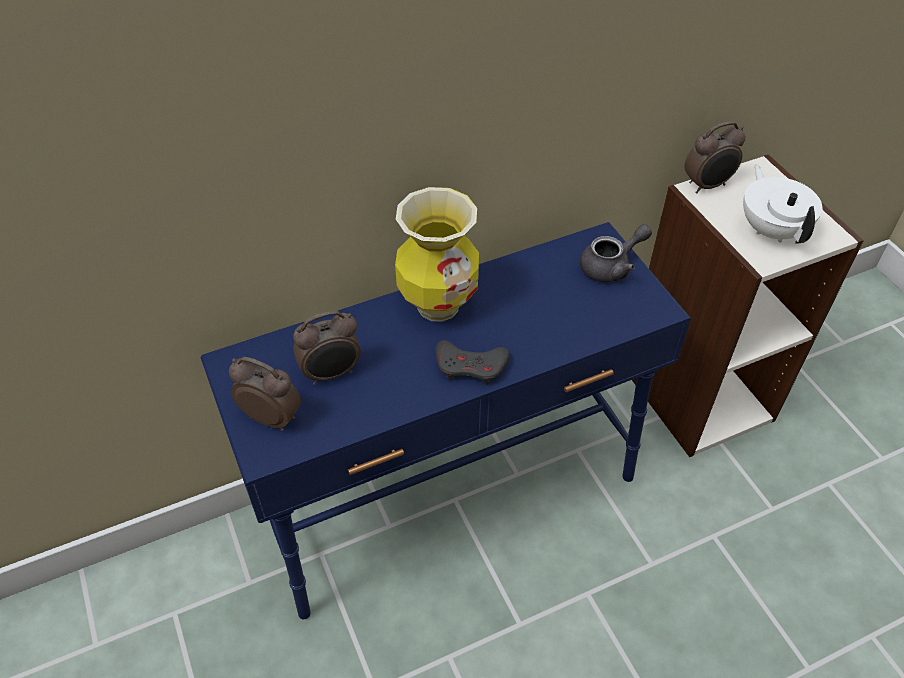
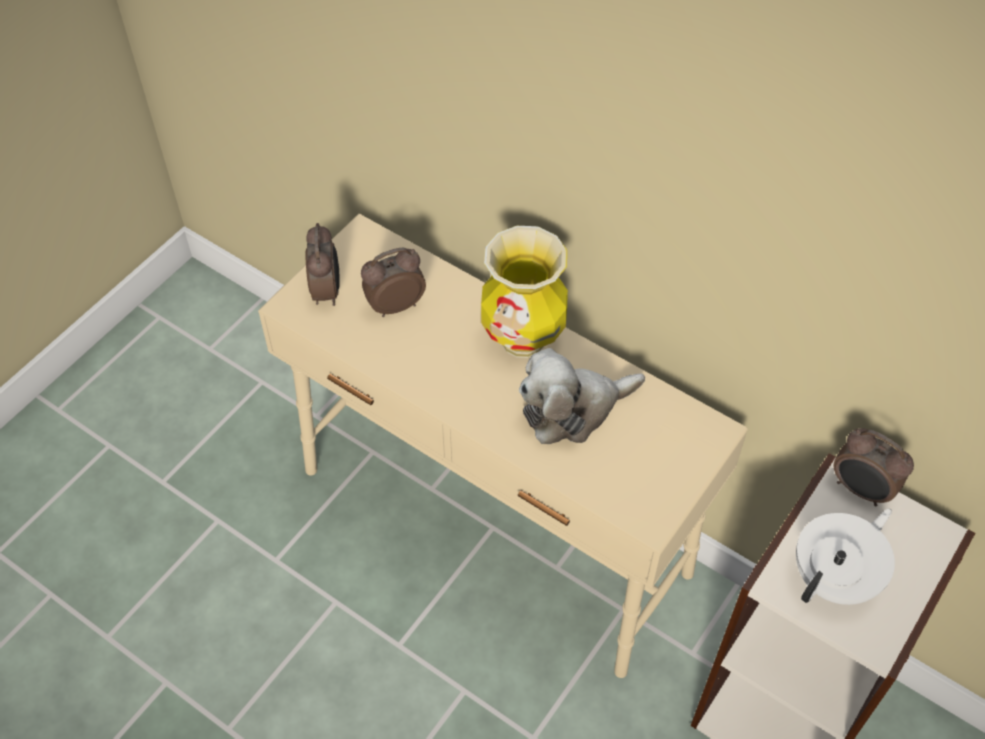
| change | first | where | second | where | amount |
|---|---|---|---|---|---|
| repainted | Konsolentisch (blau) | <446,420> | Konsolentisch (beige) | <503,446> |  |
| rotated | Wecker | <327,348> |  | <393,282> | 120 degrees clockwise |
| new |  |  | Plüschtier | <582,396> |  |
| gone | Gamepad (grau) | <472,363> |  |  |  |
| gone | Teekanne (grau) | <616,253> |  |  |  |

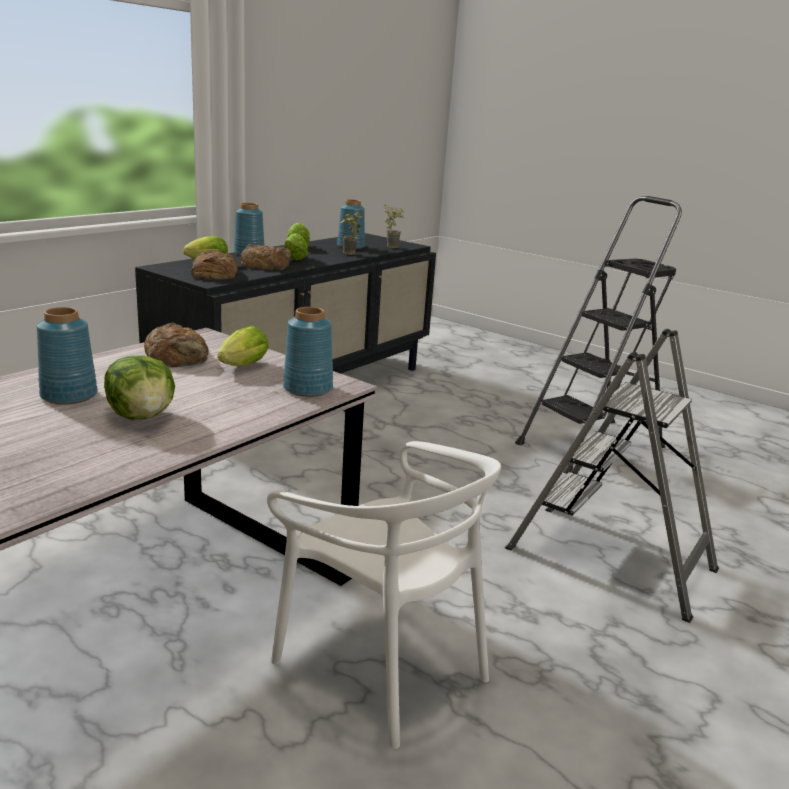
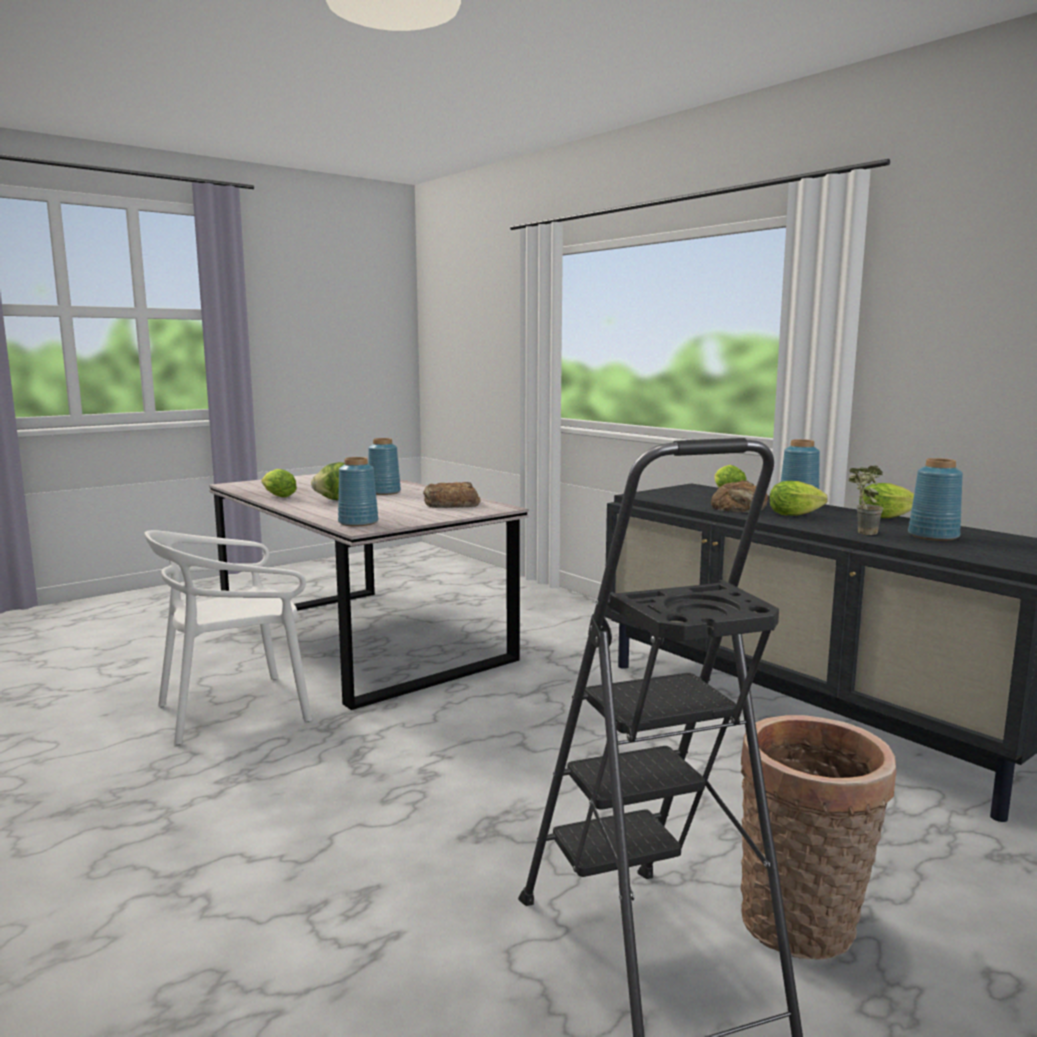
| change | first | where | second | where | amount |
|---|---|---|---|---|---|
| shifted | Salatkopf | <243,346> |  | <279,483> |  |
| new |  |  | Korb | <818,837> |  |
| gone | Brot | <214,265> |  |  |  |
| gone | Topfpflanze | <394,226> |  |  |  |
| gone | Trittleiter (grau) | <612,476> |  |  |  |

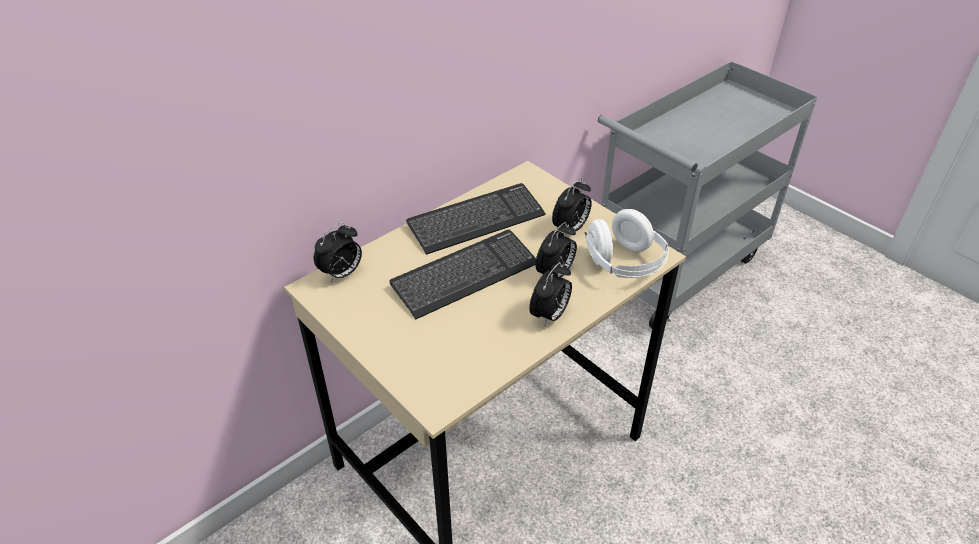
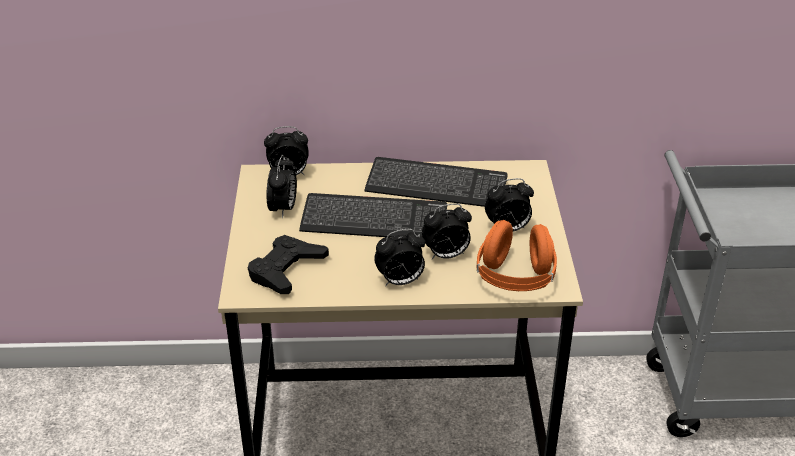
| change | first | where | second | where | amount |
|---|---|---|---|---|---|
| new |  |  | Gamepad (schwarz) | <288,264> |  |
| new |  |  | Wecker | <281,186> |  |
| repainted | Kopfhörer (weiß) | <627,243> | Kopfhörer (orange) | <517,255> |  |

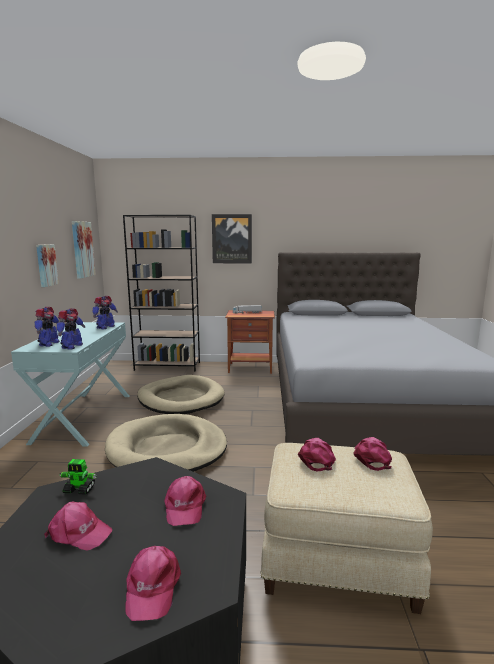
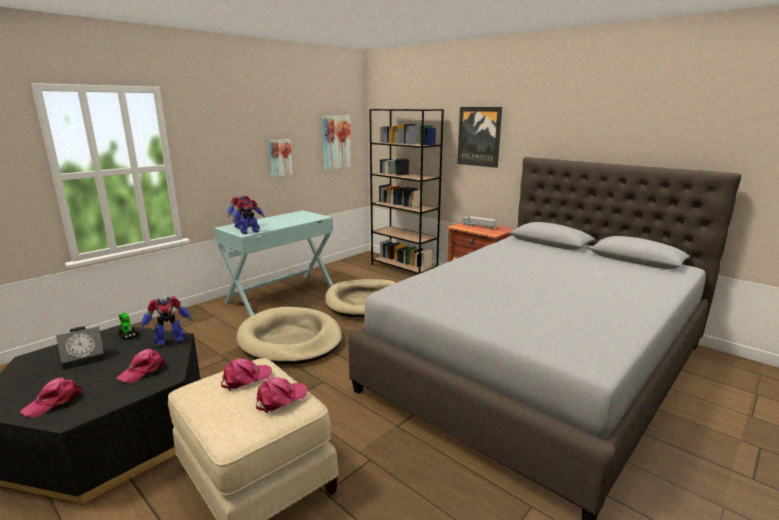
| change | first | where | second | where | amount |
|---|---|---|---|---|---|
| swapped | Kappe (rosa) | <78,526> | Wecker | <80,348> |  |
| shifted | Spielzeugroboter | <105,312> |  | <166,322> |  |

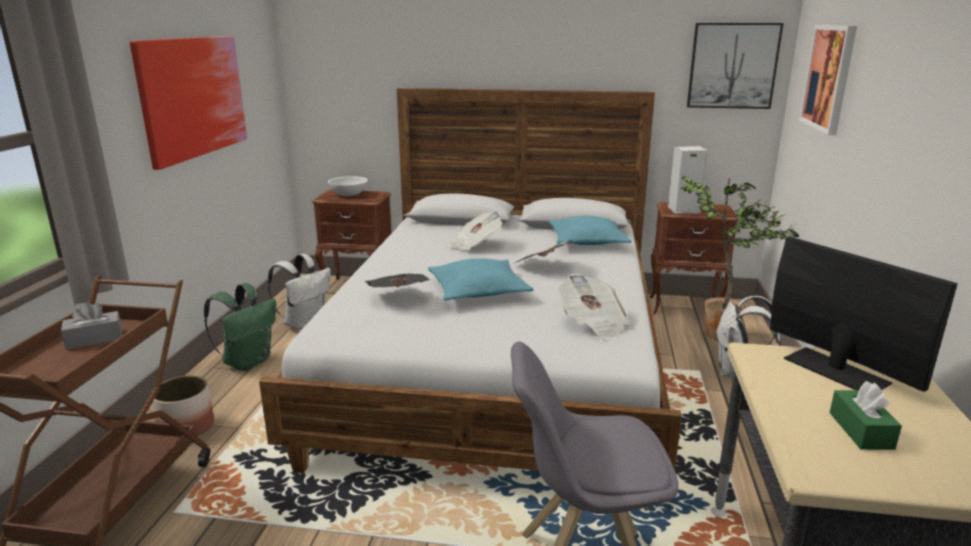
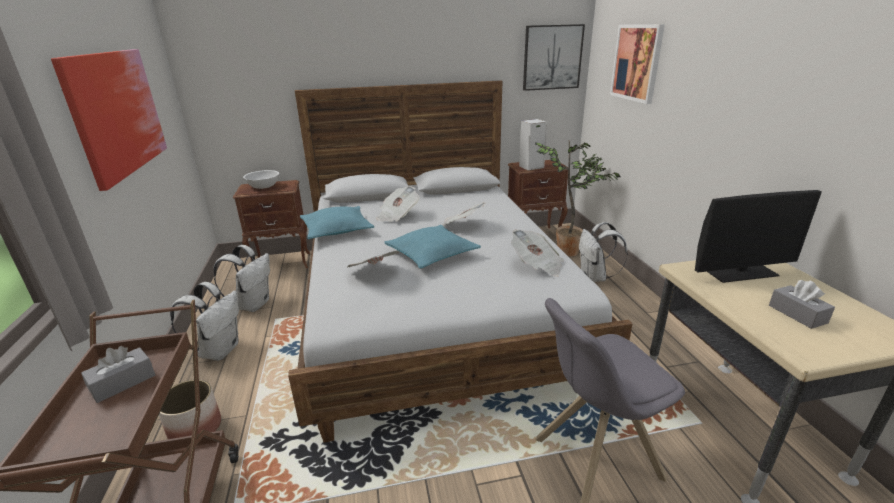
| change | first | where | second | where | amount |
|---|---|---|---|---|---|
| repainted | Rucksack (grün) | <240,327> | Rucksack (weiß) | <204,321> |  |
| shifted | Kissen (türkis) | <590,230> |  | <337,222> |  |
| rotated | Monitor | <864,314> |  | <758,236> | 135 degrees clockwise |
| repainted | Taschentuchbox (grün) | <866,415> | Taschentuchbox (grau) | <802,304> |  |

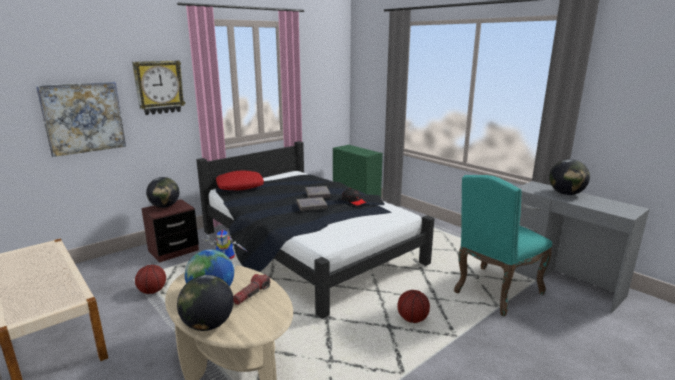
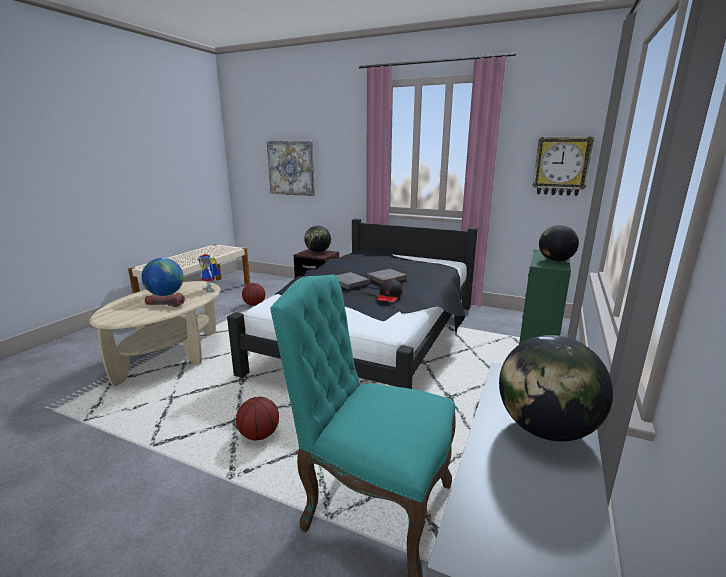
| change | first | where | second | where | amount |
|---|---|---|---|---|---|
| shifted | Wanduhr | <159,88> |  | <563,166> |  |
| shifted | Globus | <205,303> |  | <559,243> |  |
| gone | Kissen (rot) | <240,180> |  |  |  |

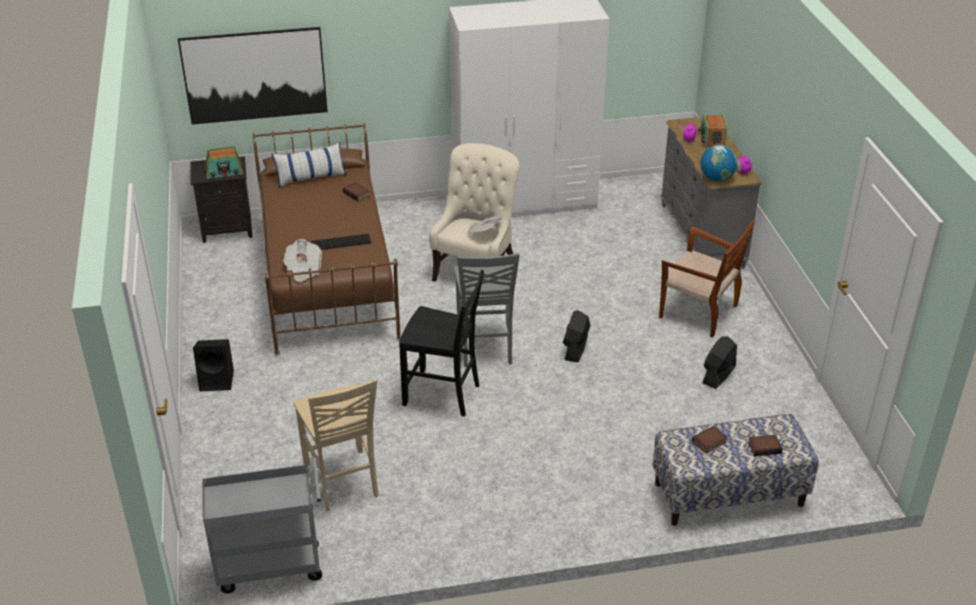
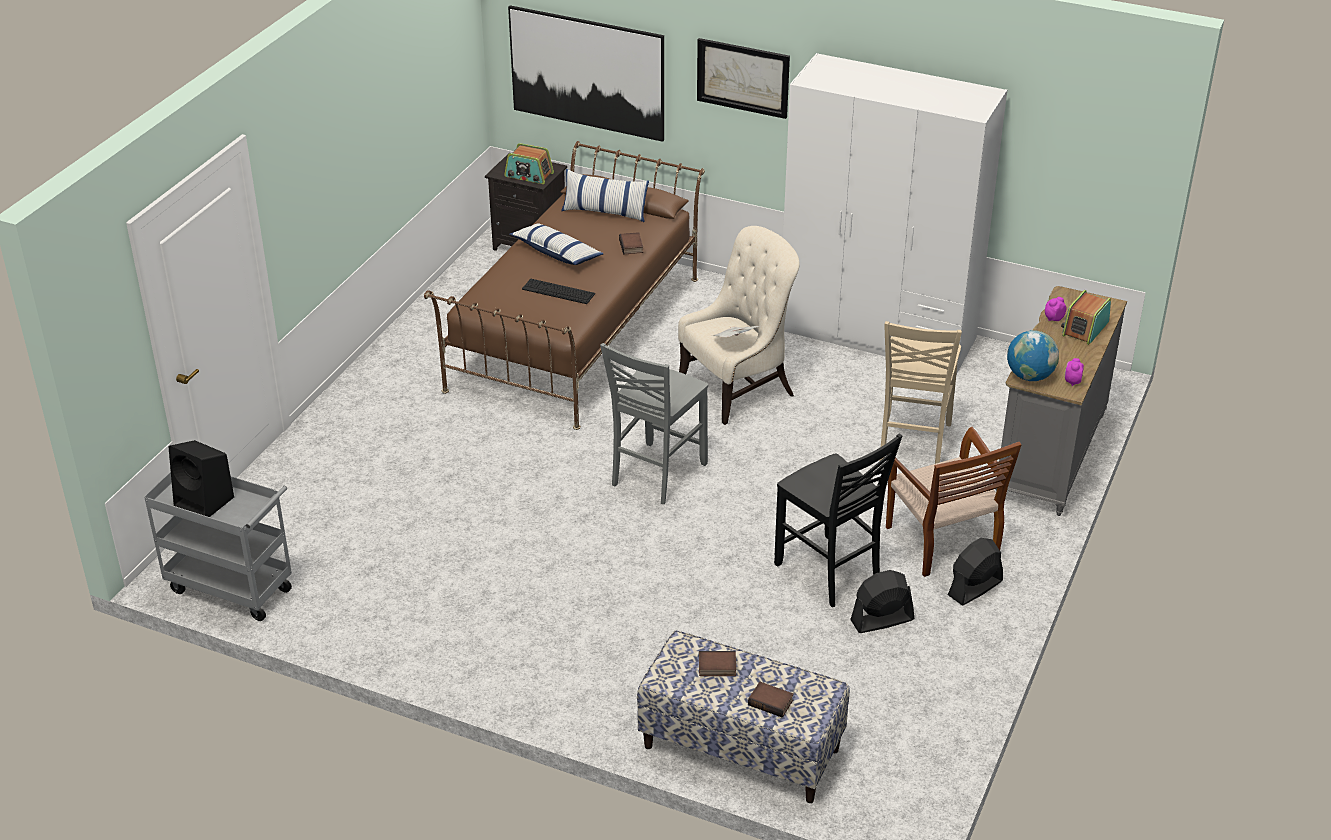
| change | first | where | second | where | amount |
|---|---|---|---|---|---|
| shifted | Lautsprecher (schwarz) | <213,365> |  | <201,478> |  |
| new |  |  | Kissen | <556,244> |  |
| new |  |  | Bild | <743,78> |  |
| shifted | Stuhl (schwarz) | <441,343> |  | <838,520> |  |
| shifted | Stuhl (beige) | <336,444> |  | <920,392> |  |
| shifted | Ventilator (schwarz) | <577,336> |  | <975,572> |  |
| gone | Zeitung | <302,260> |  |  |  |

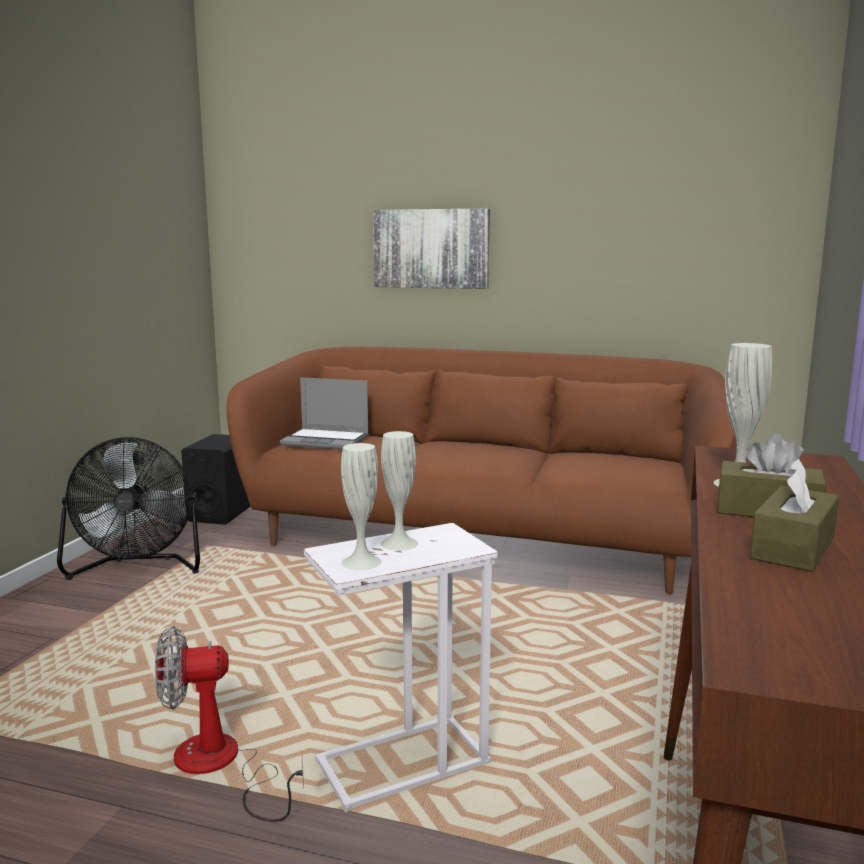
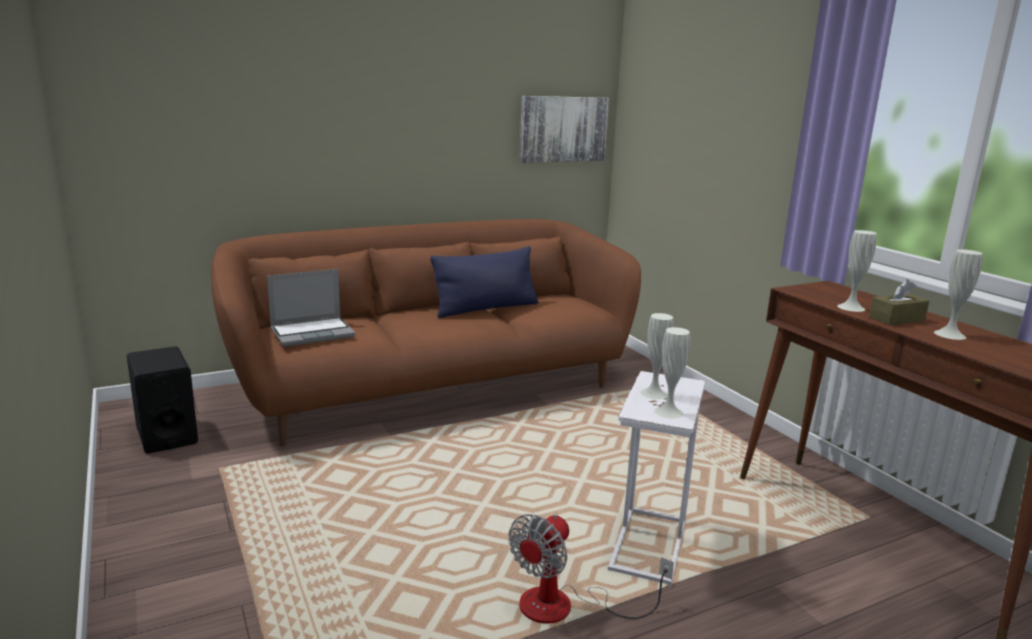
| change | first | where | second | where | amount |
|---|---|---|---|---|---|
| new |  |  | Kissen (blau) | <484,282> |  |
| shifted | Bild | <431,248> |  | <564,129> |  |
| swapped | Taschentuchbox (braun) | <794,515> | Vase (weiß) | <958,294> |  |
| gone | Ventilator (schwarz) | <128,508> |  |  |  |

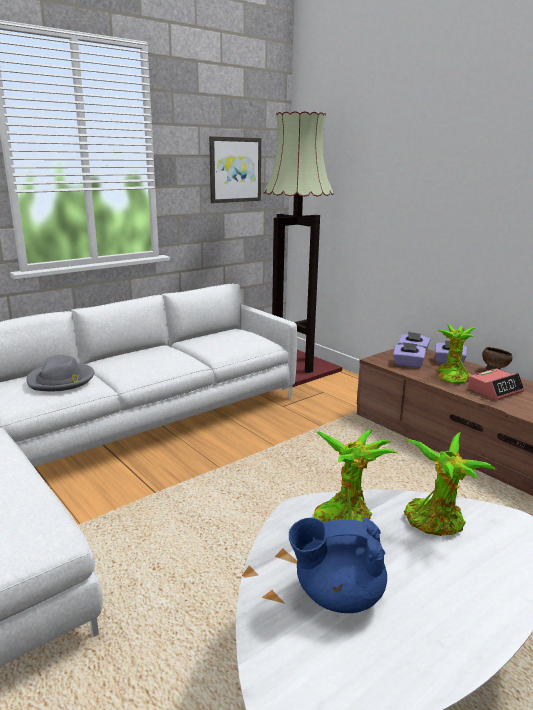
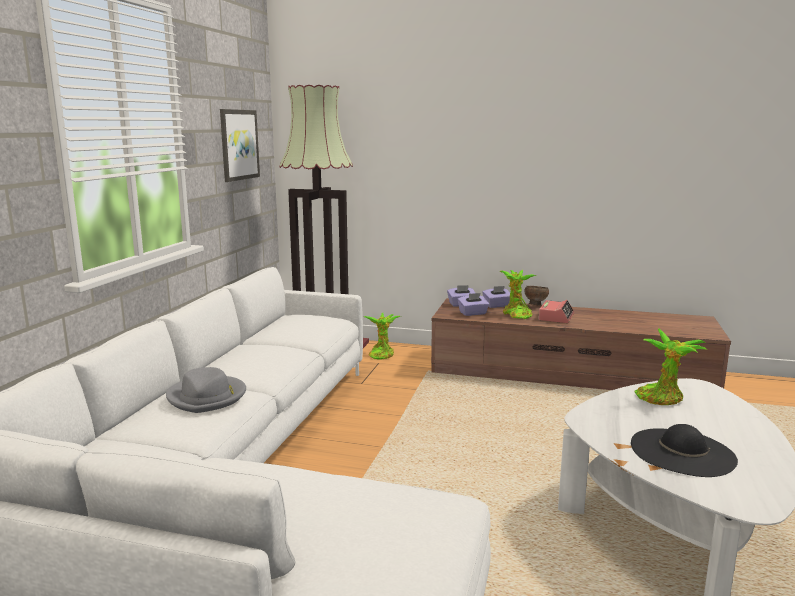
| change | first | where | second | where | amount |
|---|---|---|---|---|---|
| shifted | Topfpflanze | <356,476> |  | <382,336> |  |
| swapped | Teekanne (blau) | <338,565> | Hut (schwarz) | <684,450> |  |

